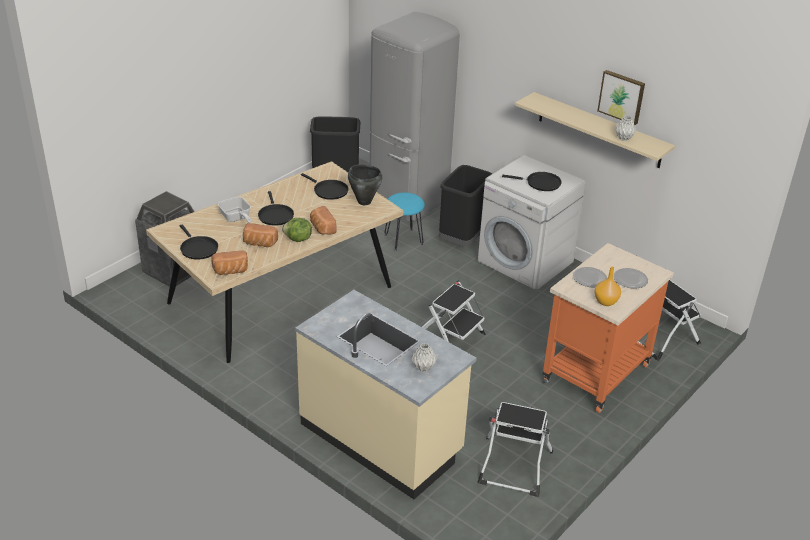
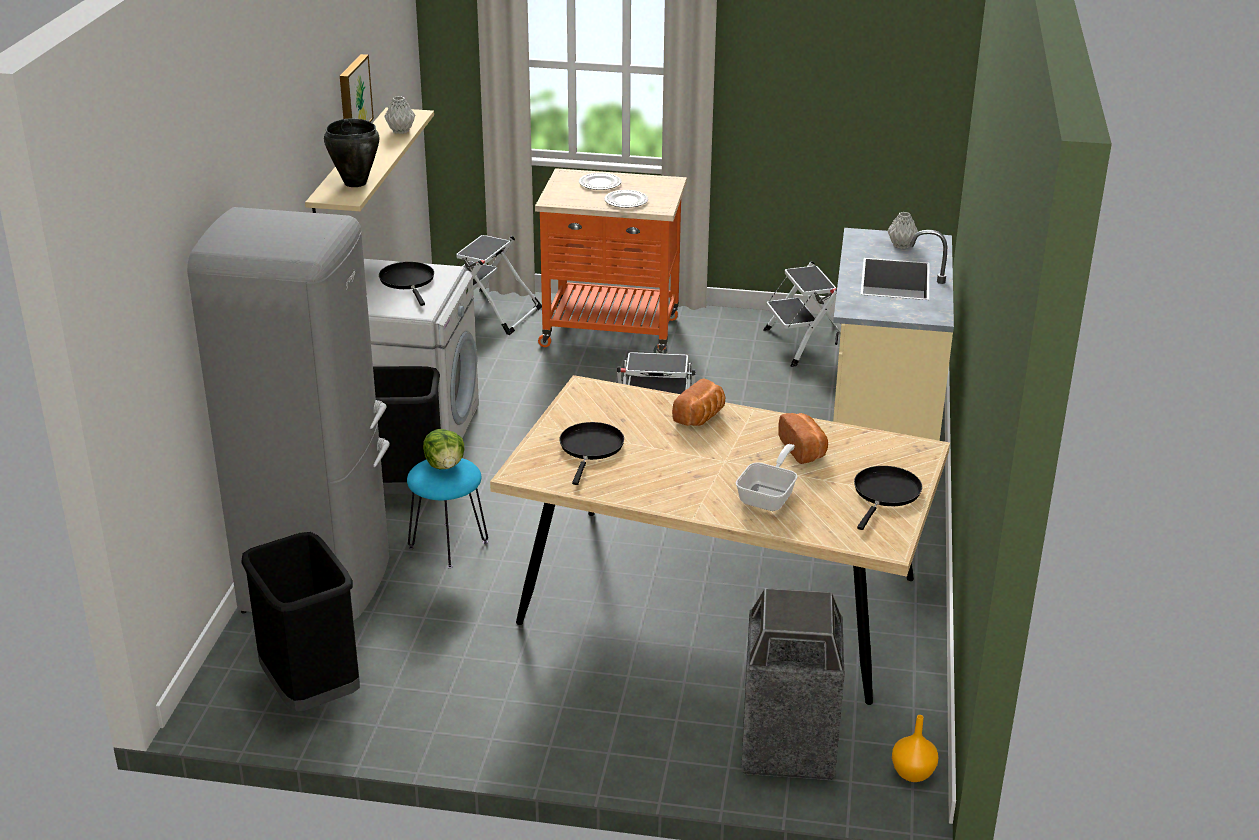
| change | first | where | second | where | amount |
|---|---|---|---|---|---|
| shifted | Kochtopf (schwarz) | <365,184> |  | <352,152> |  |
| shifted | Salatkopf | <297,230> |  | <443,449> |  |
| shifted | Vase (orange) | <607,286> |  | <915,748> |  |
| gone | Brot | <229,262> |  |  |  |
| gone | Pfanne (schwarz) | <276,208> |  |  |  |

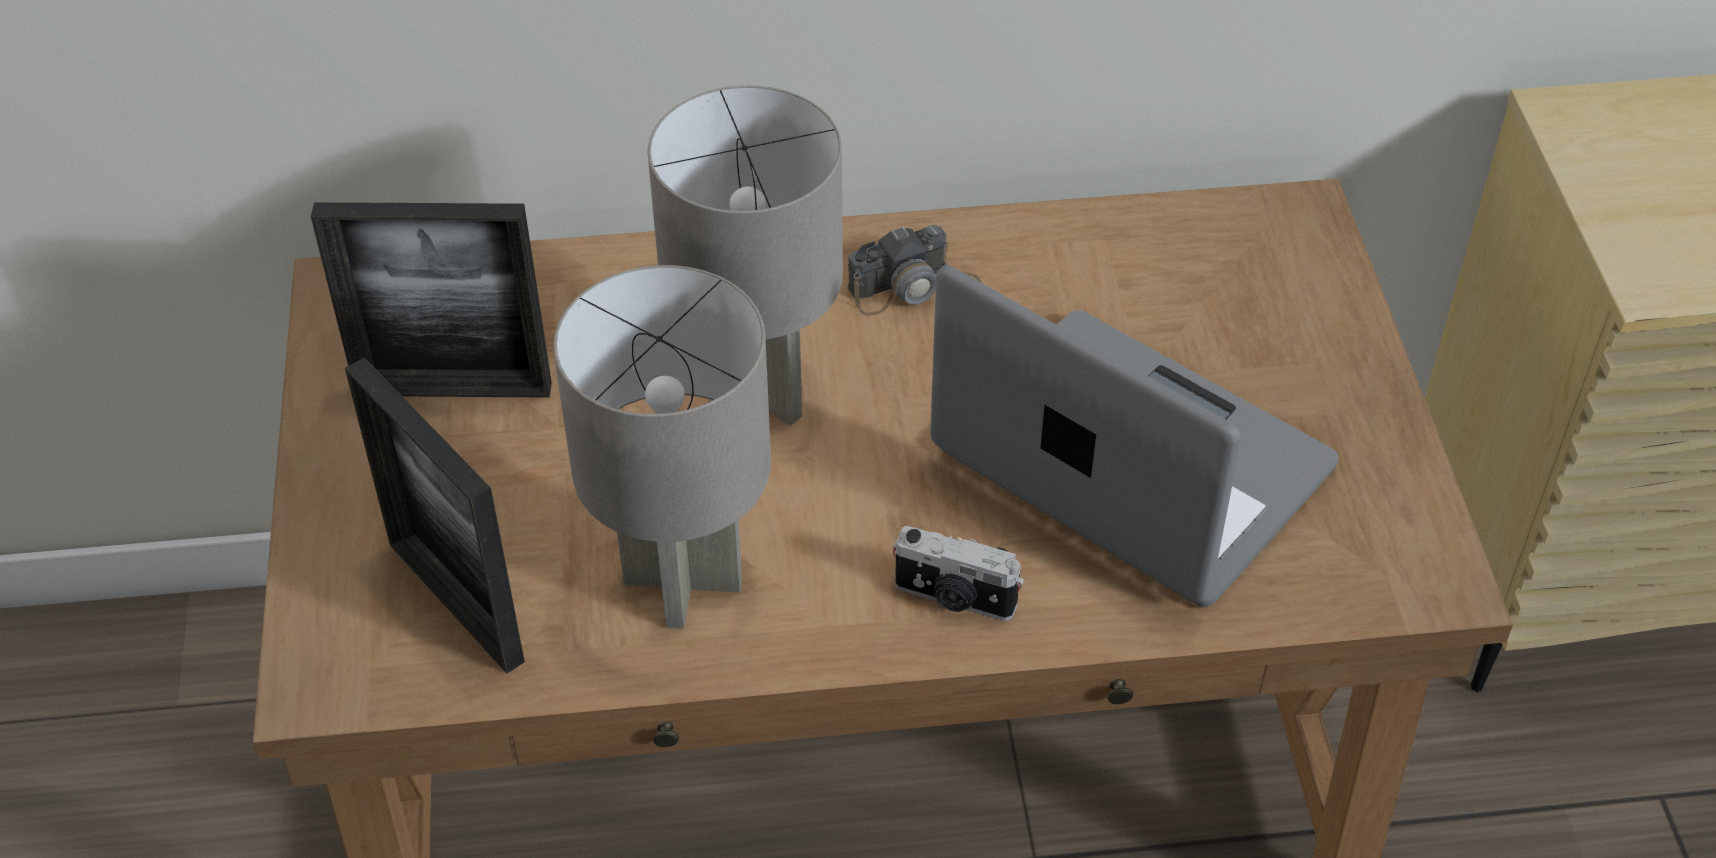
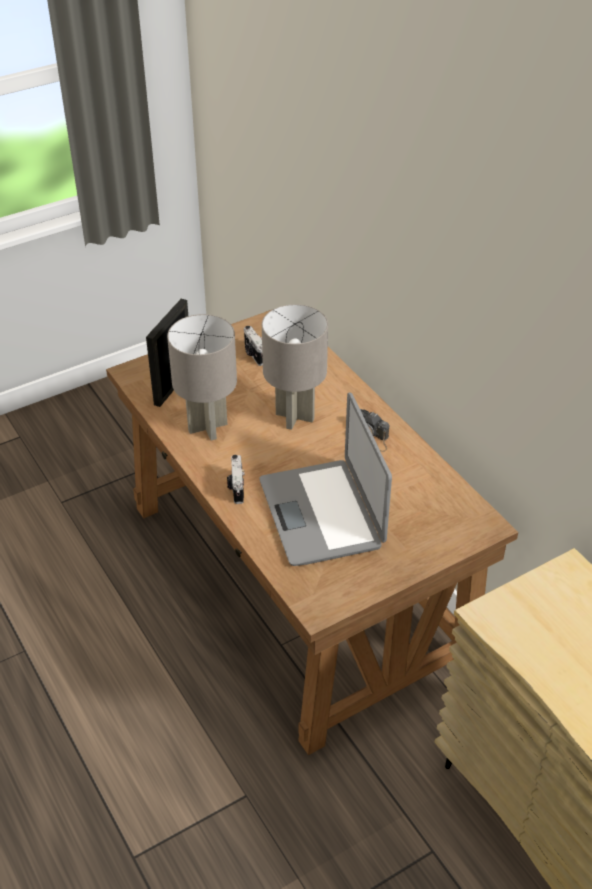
| change | first | where | second | where | amount |
|---|---|---|---|---|---|
| swapped | Bilderrahmen | <431,300> | Kamera | <253,346> |  |
| rotated | Laptop | <1134,436> |  | <325,479> | 150 degrees clockwise |

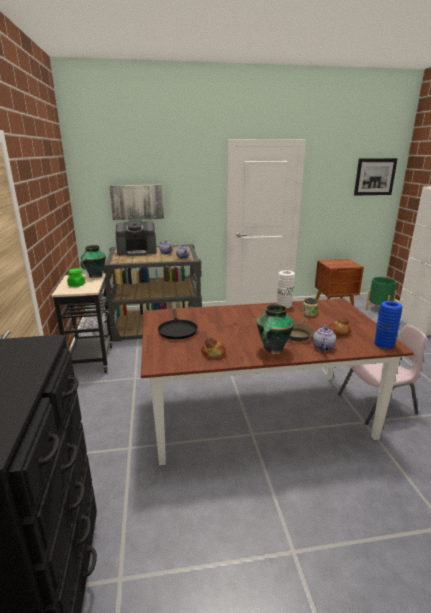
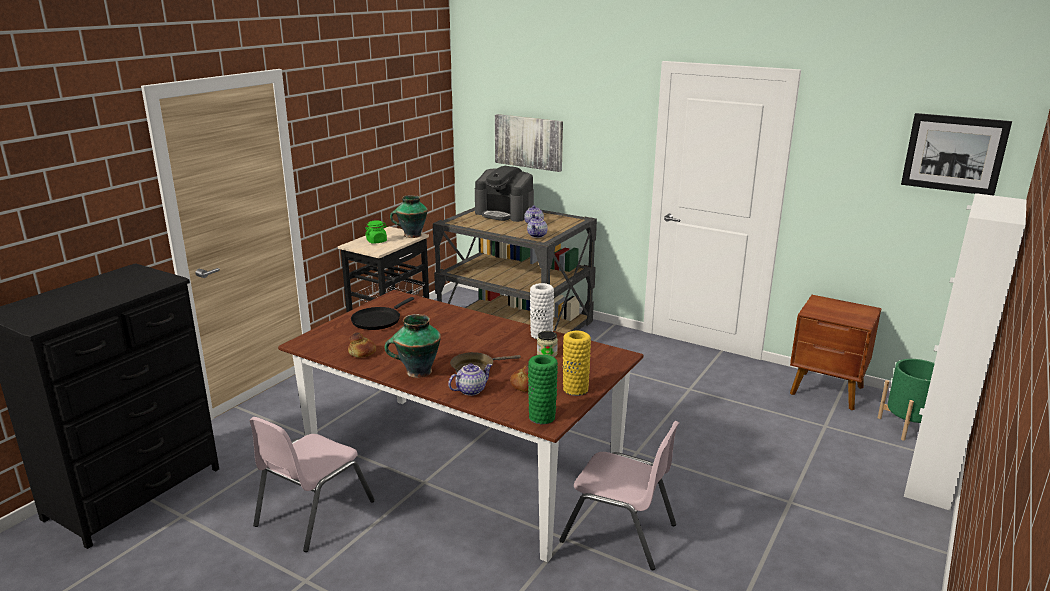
| change | first | where | second | where | amount |
|---|---|---|---|---|---|
| new |  |  | Stuhl (rosa) | <312,484> |  |
| repainted | Vase (blau) | <388,325> | Vase (grün) | <543,389> |  |
| new |  |  | Vase (gelb) | <577,363> |  |

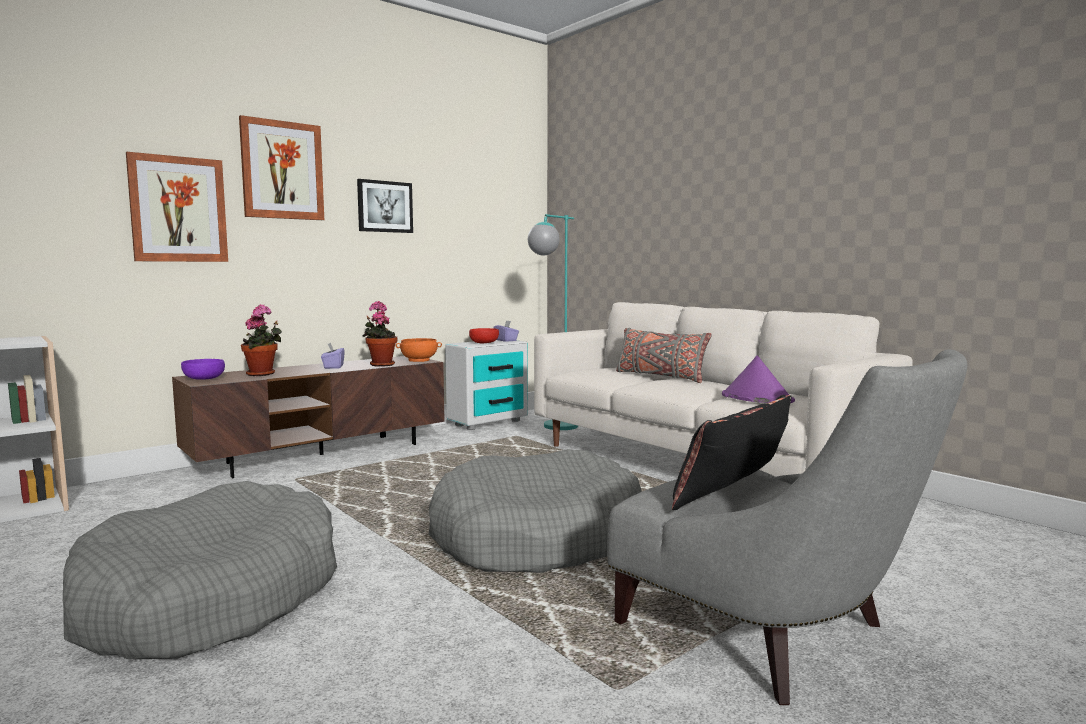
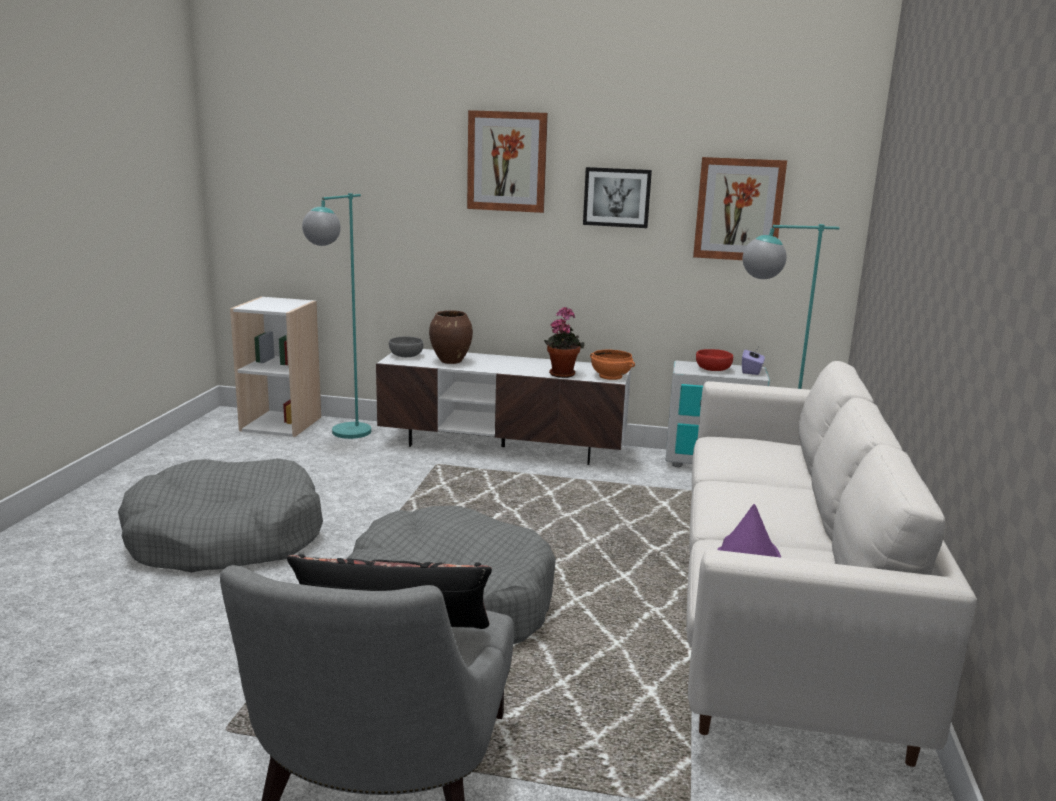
| change | first | where | second | where | amount |
|---|---|---|---|---|---|
| new |  |  | Stehlampe (türkis) | <336,316> |  |
| repainted | Fernsehschrank (braun) | <308,417> | Fernsehschrank (weiß) | <503,407> |  |
| repainted | Schüssel (lila) | <203,369> | Schüssel (grau) | <406,346> |  |
| swapped | Topfpflanze | <261,340> | Vase (braun) | <451,337> |  |
| shifted | Bild | <177,207> |  | <740,208> |  |
| gone | Taschentuchbox (lila) | <333,355> |  |  |  |
| gone | Kissen (grau) | <664,355> |  |  |  |

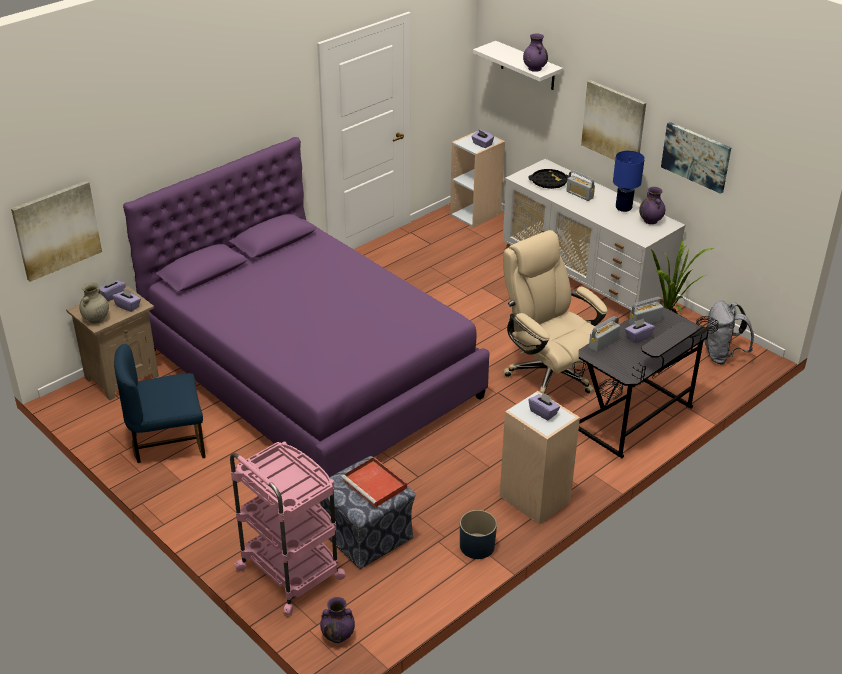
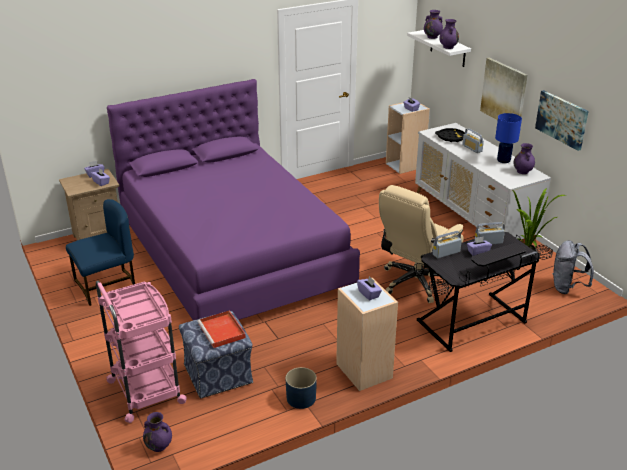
| change | first | where | second | where | amount |
|---|---|---|---|---|---|
| rotated | Stuhl (blau) | <160,403> |  | <100,252> | 150 degrees clockwise |
| rotated | Bürostuhl (beige) | <555,312> |  | <421,244> | 120 degrees counterclockwise |
| new |  |  | Vase (lila) | <433,24> |  |
| gone | Bild | <56,231> |  |  |  |
| gone | Vase (beige) | <94,302> |  |  |  |

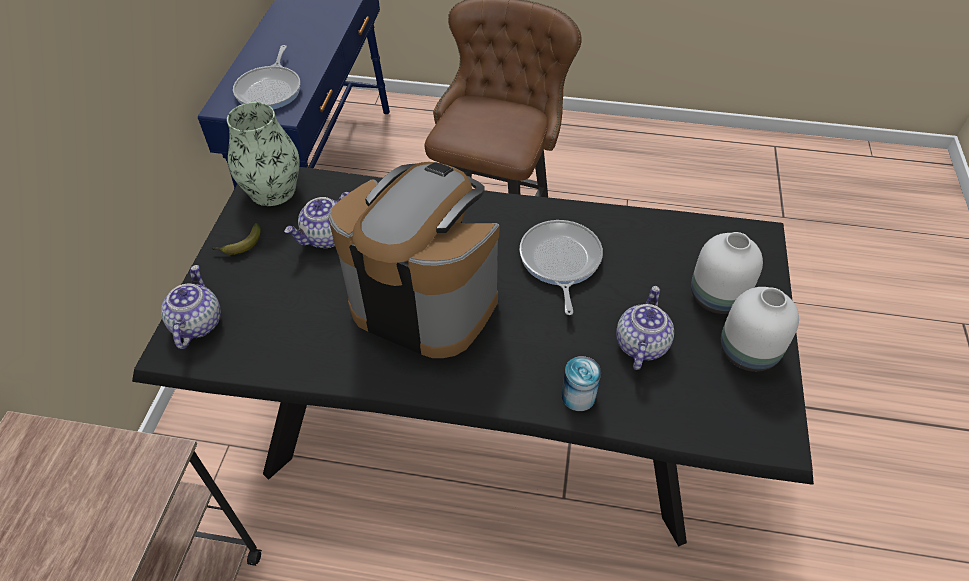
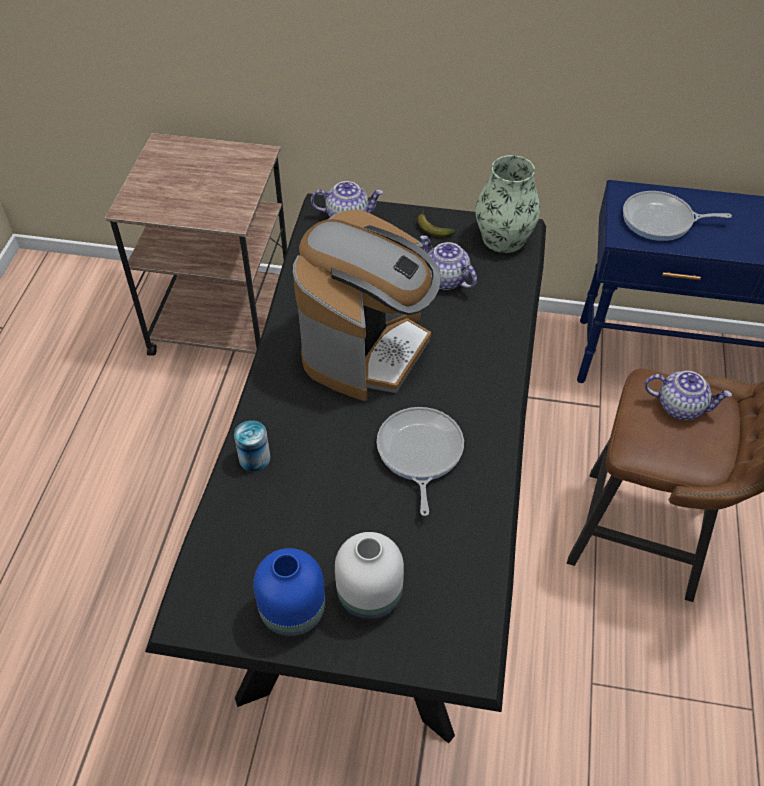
| change | first | where | second | where | amount |
|---|---|---|---|---|---|
| repainted | Vase (weiß) | <759,329> | Vase (blau) | <289,592> |  |
| rotated | Pfanne | <561,267> |  | <420,461> | 90 degrees counterclockwise |
| shifted | Teekanne | <645,328> |  | <688,395> |  |

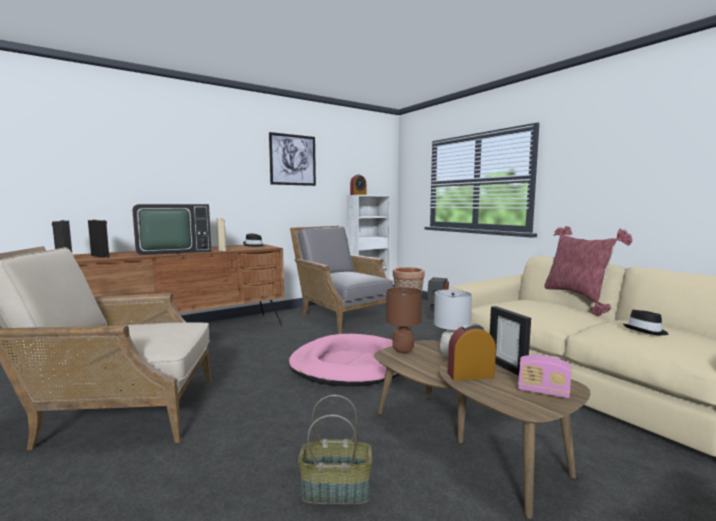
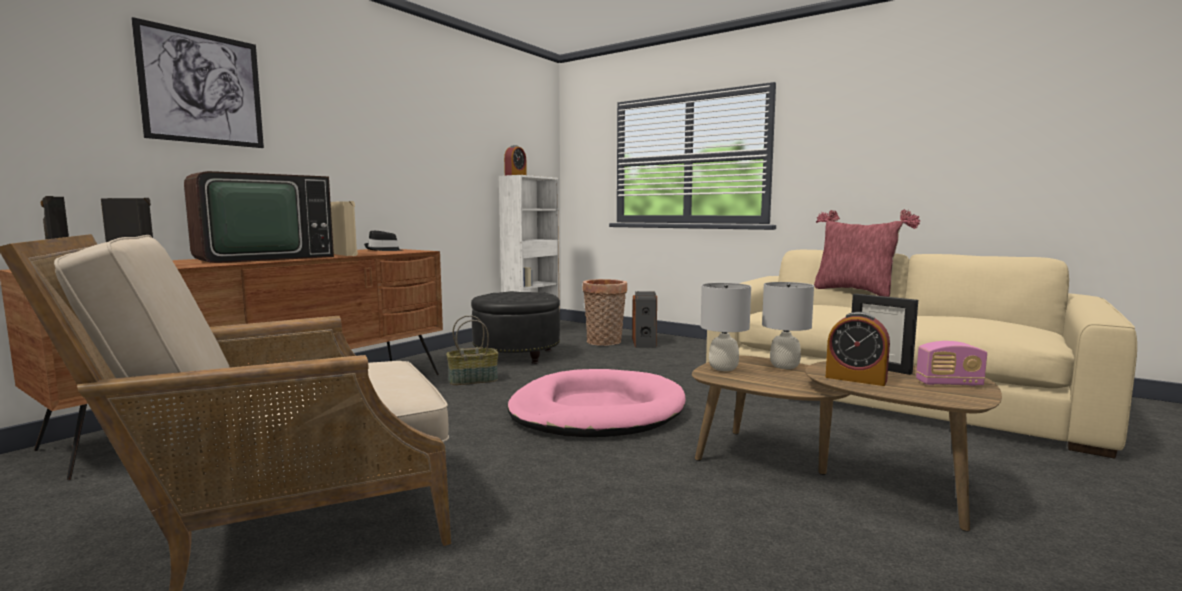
| change | first | where | second | where | amount |
|---|---|---|---|---|---|
| shifted | Bild | <292,159> |  | <197,82> |  |
| shifted | Korb | <335,449> |  | <472,350> |  |
| swapped | Sessel (grau) | <342,280> | Polsterhocker (schwarz) | <515,327> |  |
| repainted | Tischlampe (braun) | <404,320> | Tischlampe (grau) | <726,327> |  |
| rotated | Wecker | <472,352> |  | <858,349> | 120 degrees counterclockwise |
| gone | Hut (schwarz) | <645,322> |  |  |  |

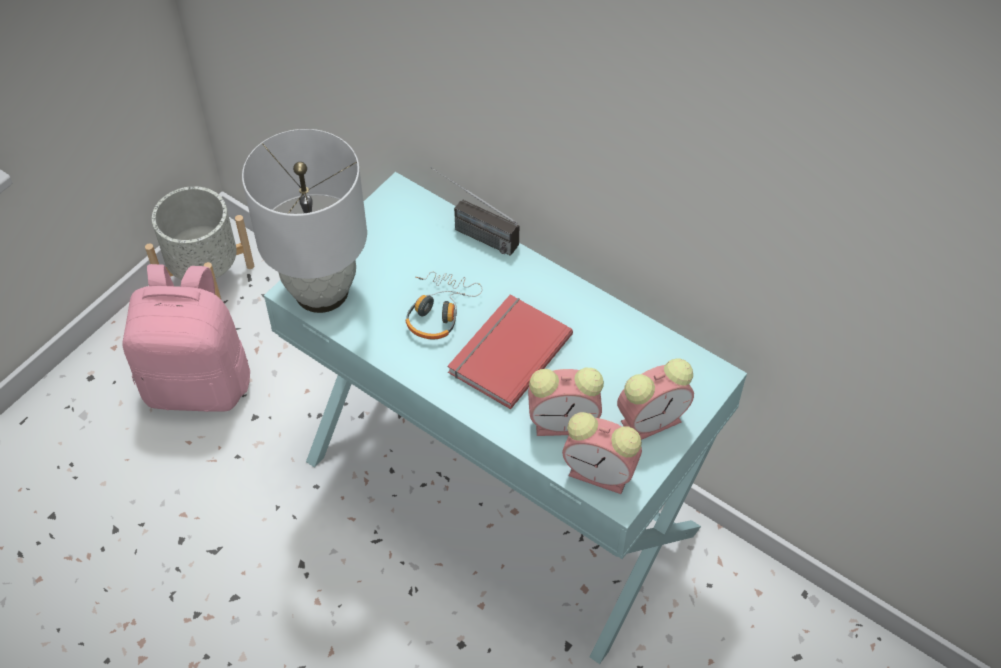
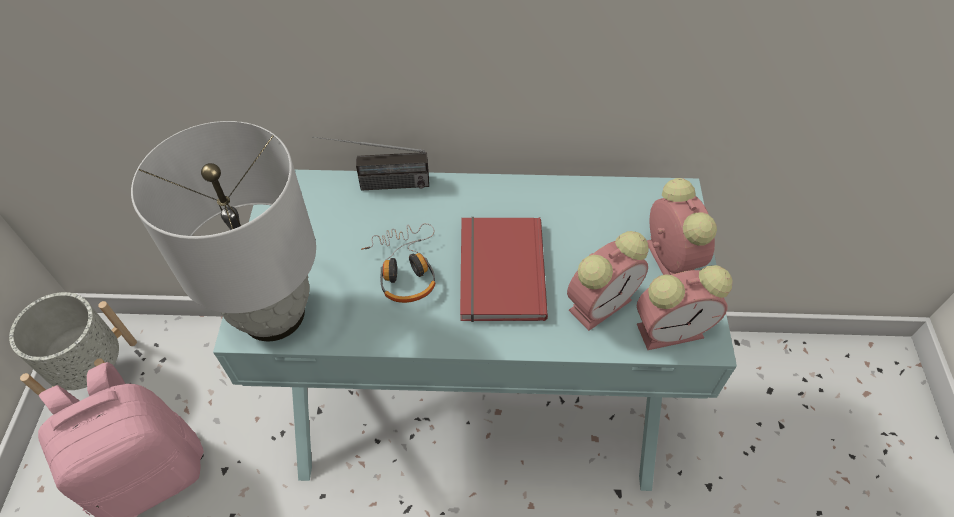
| change | first | where | second | where | amount |
|---|---|---|---|---|---|
| rotated | Wecker | <655,399> |  | <682,226> | 45 degrees counterclockwise |

